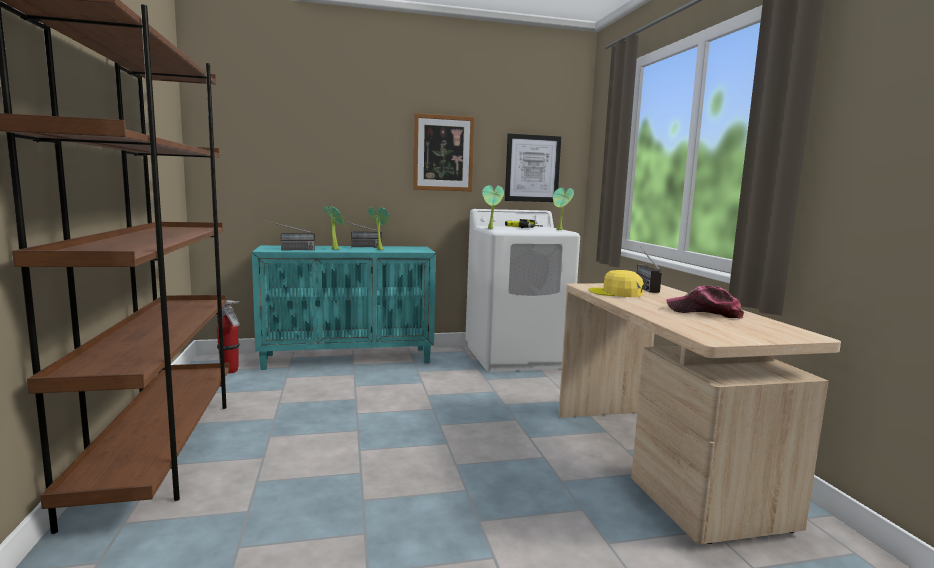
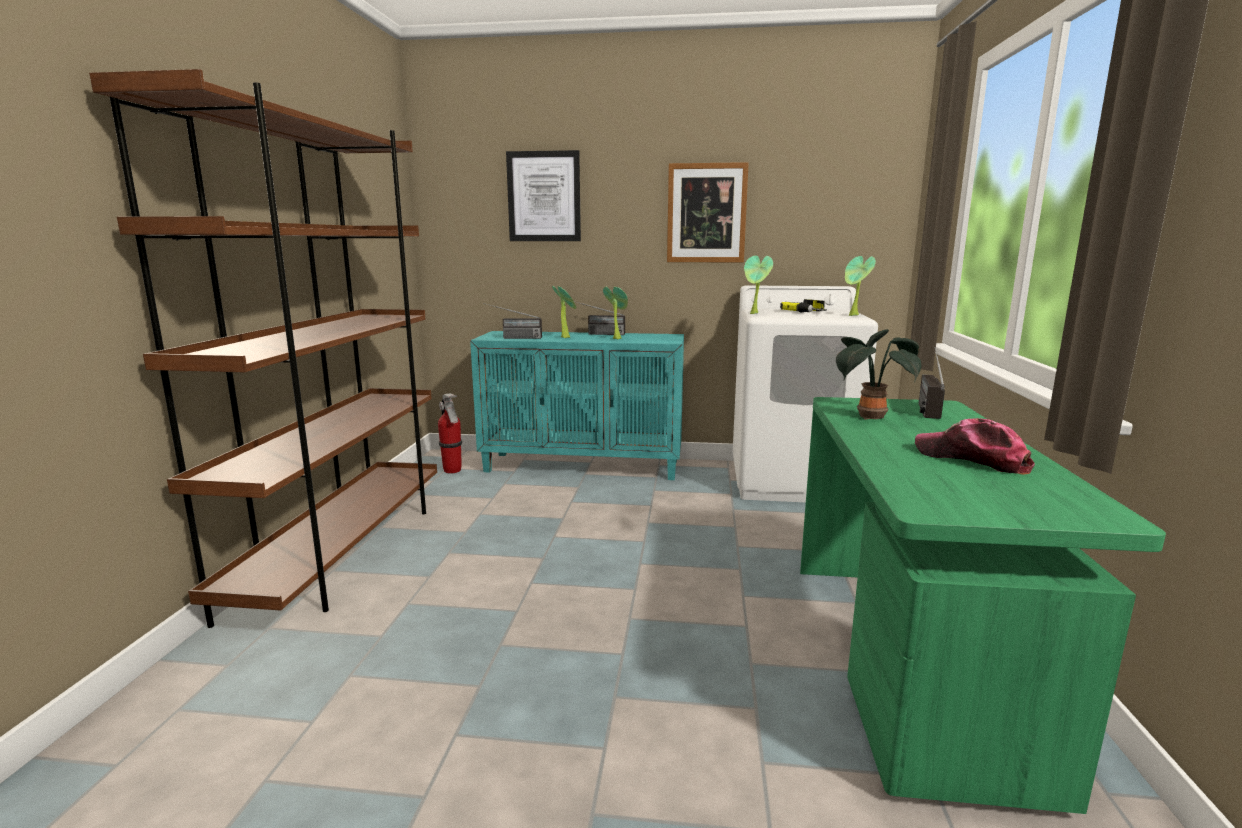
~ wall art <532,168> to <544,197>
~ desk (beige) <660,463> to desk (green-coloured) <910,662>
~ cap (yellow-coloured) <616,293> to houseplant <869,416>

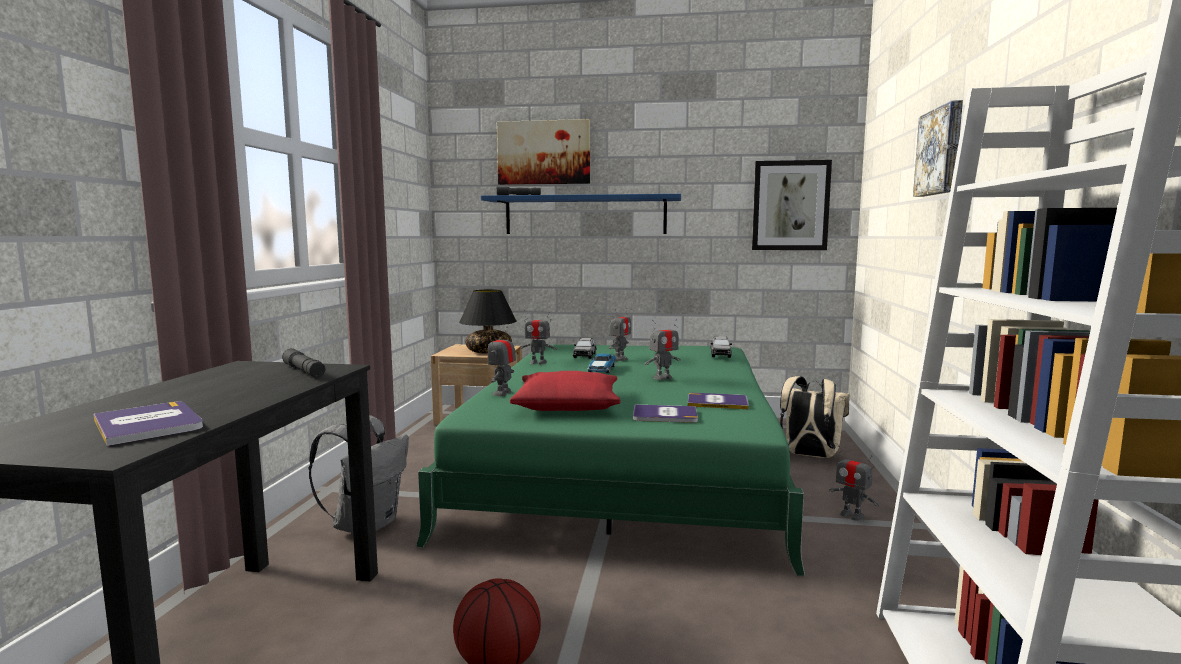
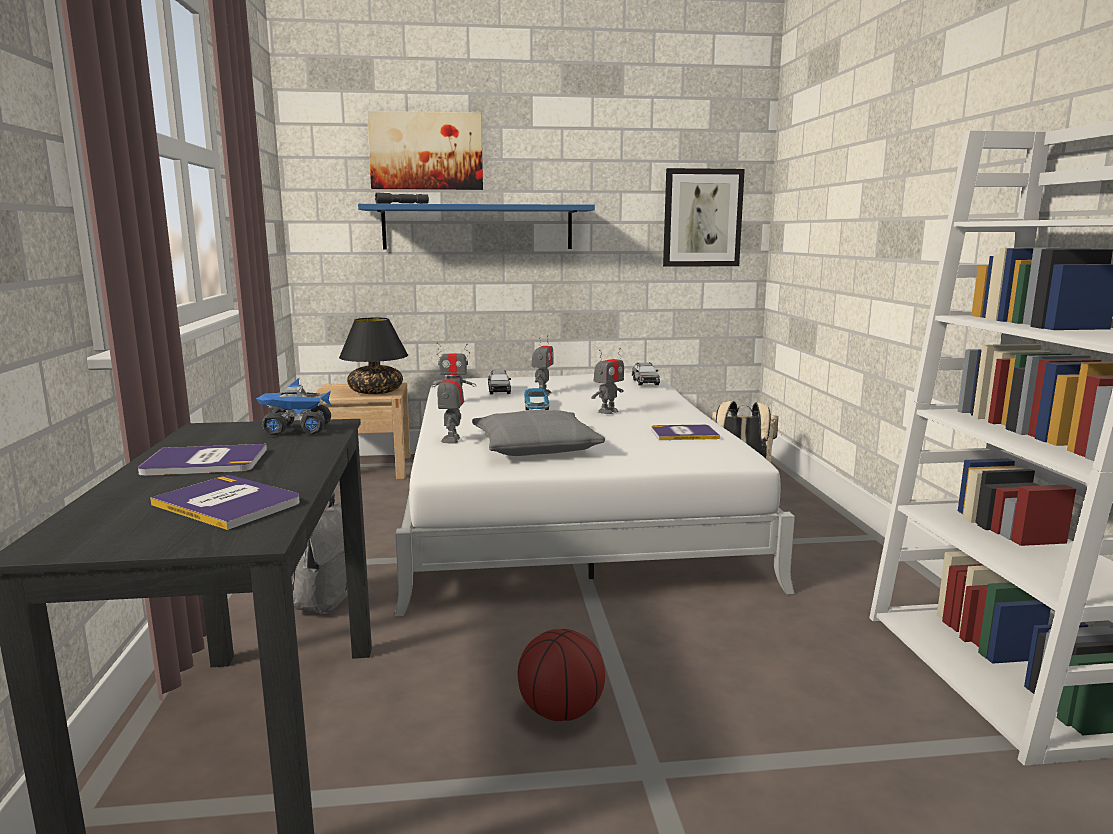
~ hand torch (gray) <304,371> to toy lorry <296,430>
~ bedroom bed (green-coloured) <625,466> to bedroom bed (white-coloured) <565,508>
~ pillow (red-coloured) <567,404> to pillow (gray) <535,446>
~ book <665,415> to <204,462>
- robot figure <851,515>
- wall art <941,151>

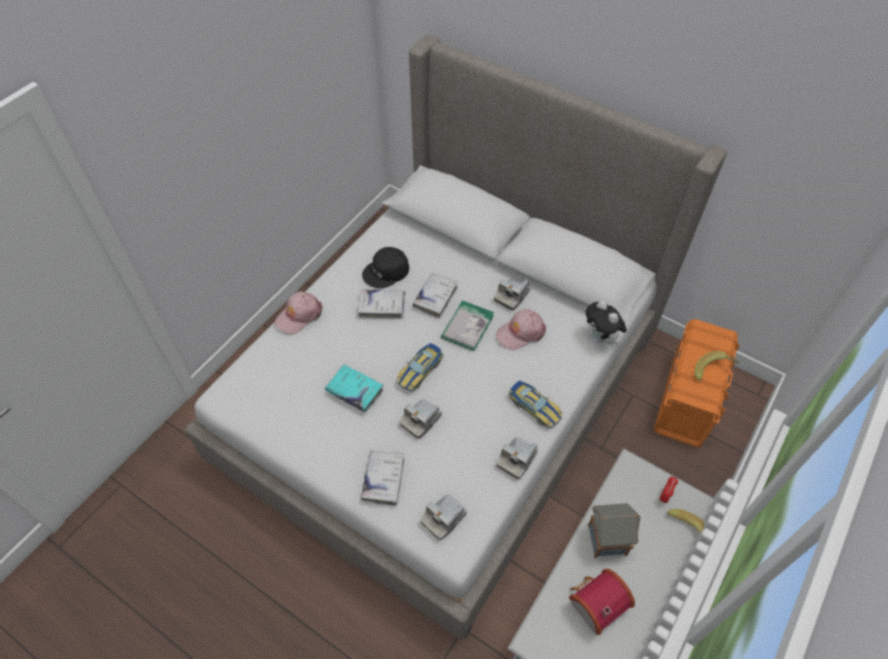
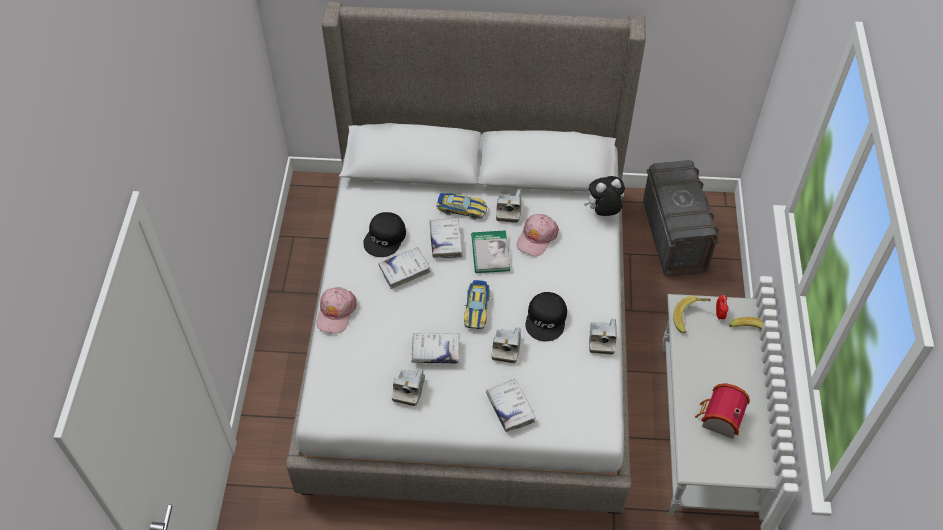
~ book (turquoise-coloured) <354,391> to book (white-coloured) <435,351>
~ photo camera <443,518> to <409,389>
~ toy car <534,407> to <462,209>
~ plush toy <601,338> = <603,212> 135 degrees clockwise
- miniature house <606,540>
~ storage bin (orange-coloured) <687,399> to storage bin (gray) <674,236>
~ banana <713,372> to <690,318>
+ cap (black) <547,319>

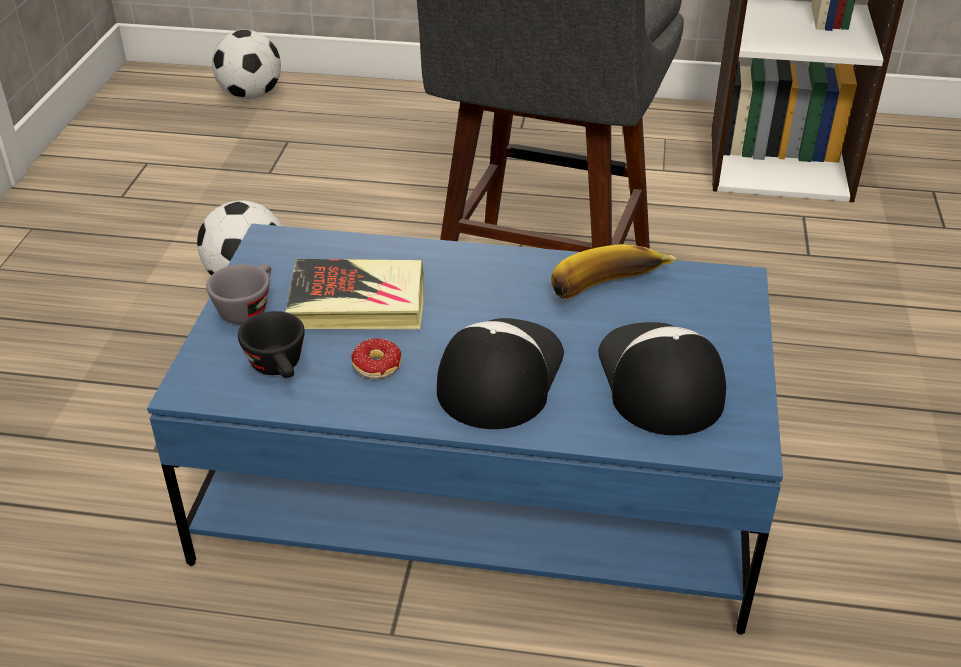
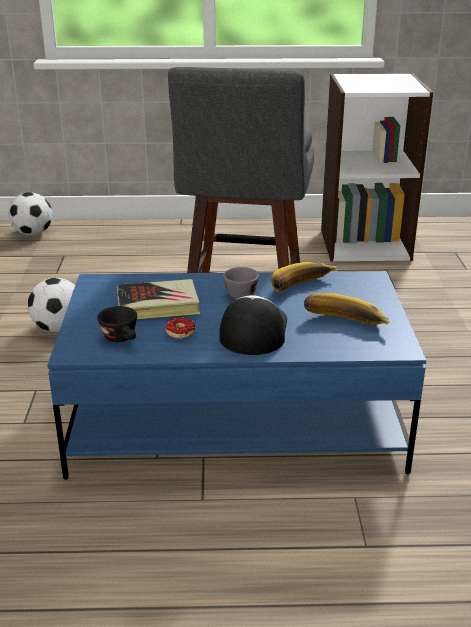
~ drinking cup (gray) <247,307> to <242,292>
~ cap <658,379> to banana <344,324>

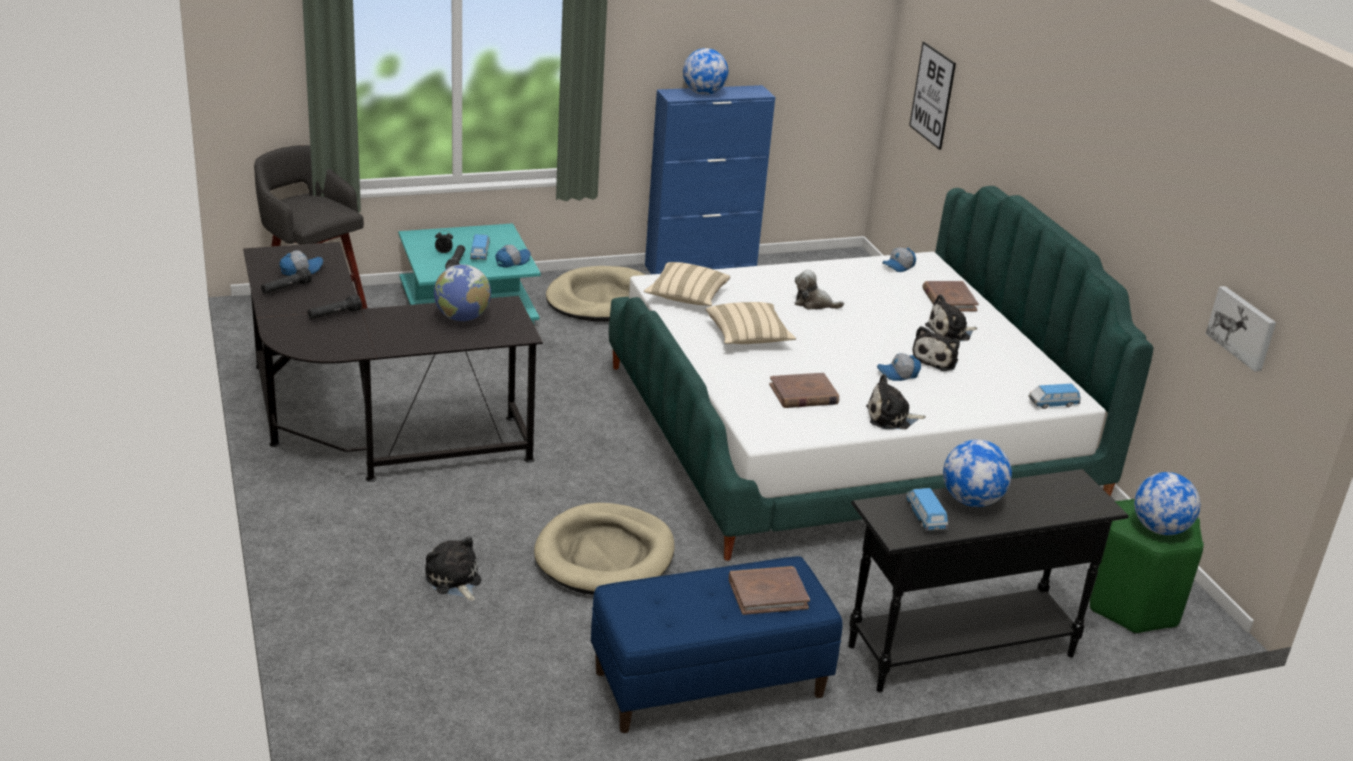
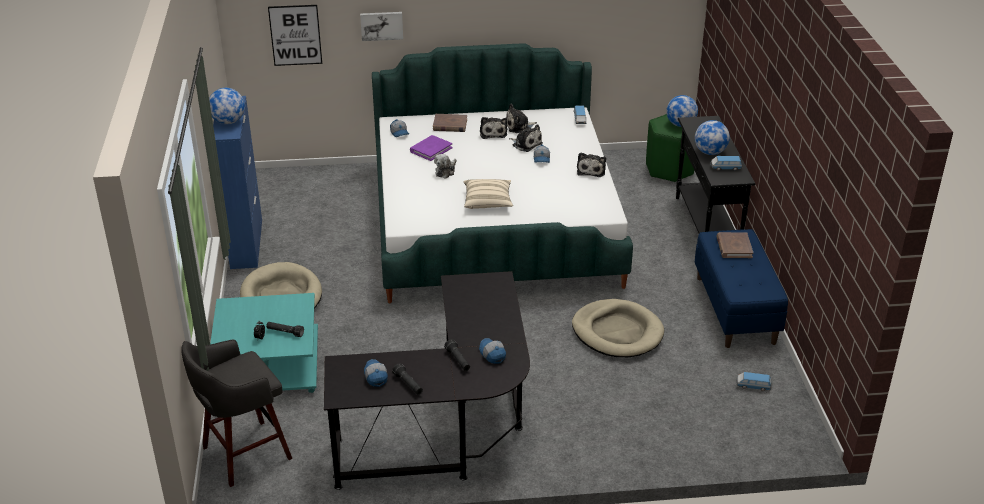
~ plush toy <454,580> to <519,126>
- globe <462,318>
~ toy car <480,253> to <753,386>
~ cap <512,261> to <492,354>
- pillow (beige) <686,297>
- book (brown) <803,394>
~ wall art <1243,328> to <381,25>
+ book (purplish) <431,150>

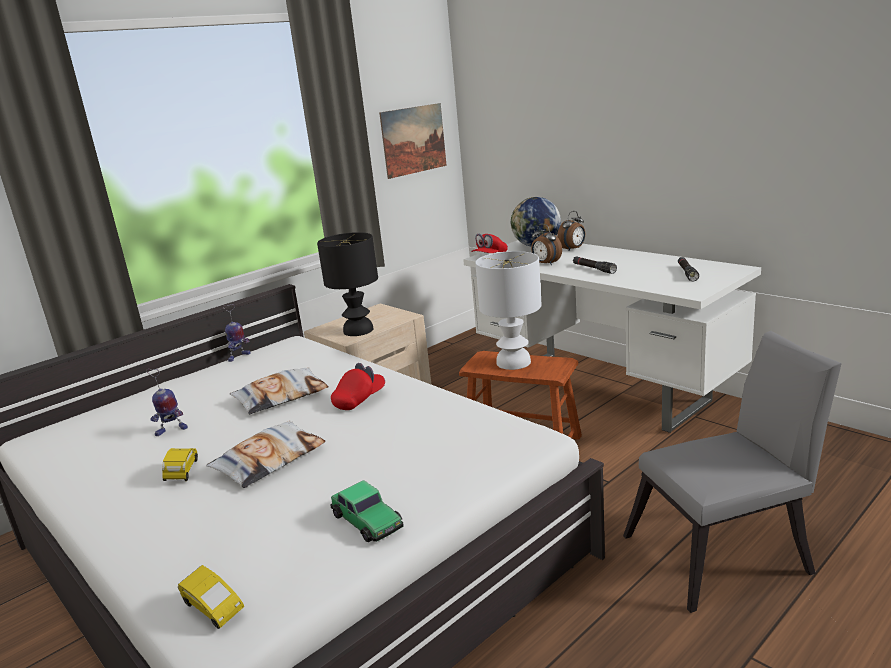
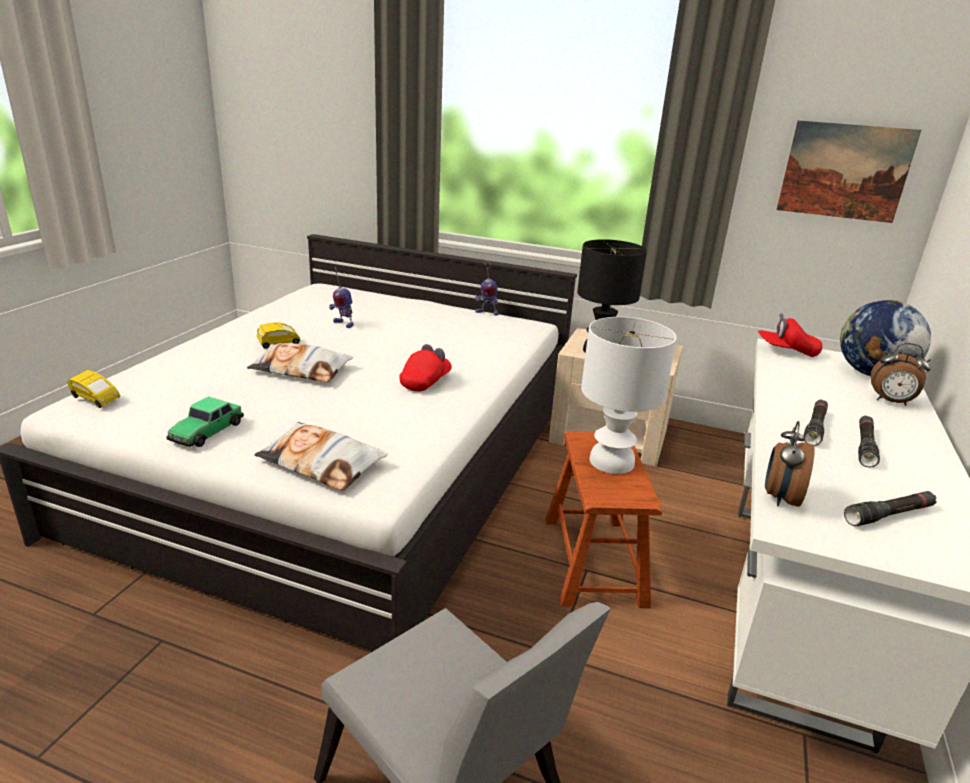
~ toy car (yellow-coloured) <212,609> = <95,399> 75 degrees counterclockwise
~ pillow <281,397> to <321,463>
~ cap (red-coloured) <359,399> = <425,381> 75 degrees counterclockwise
~ bedside clock <545,264> to <780,498>
+ hand torch (black) <865,446>

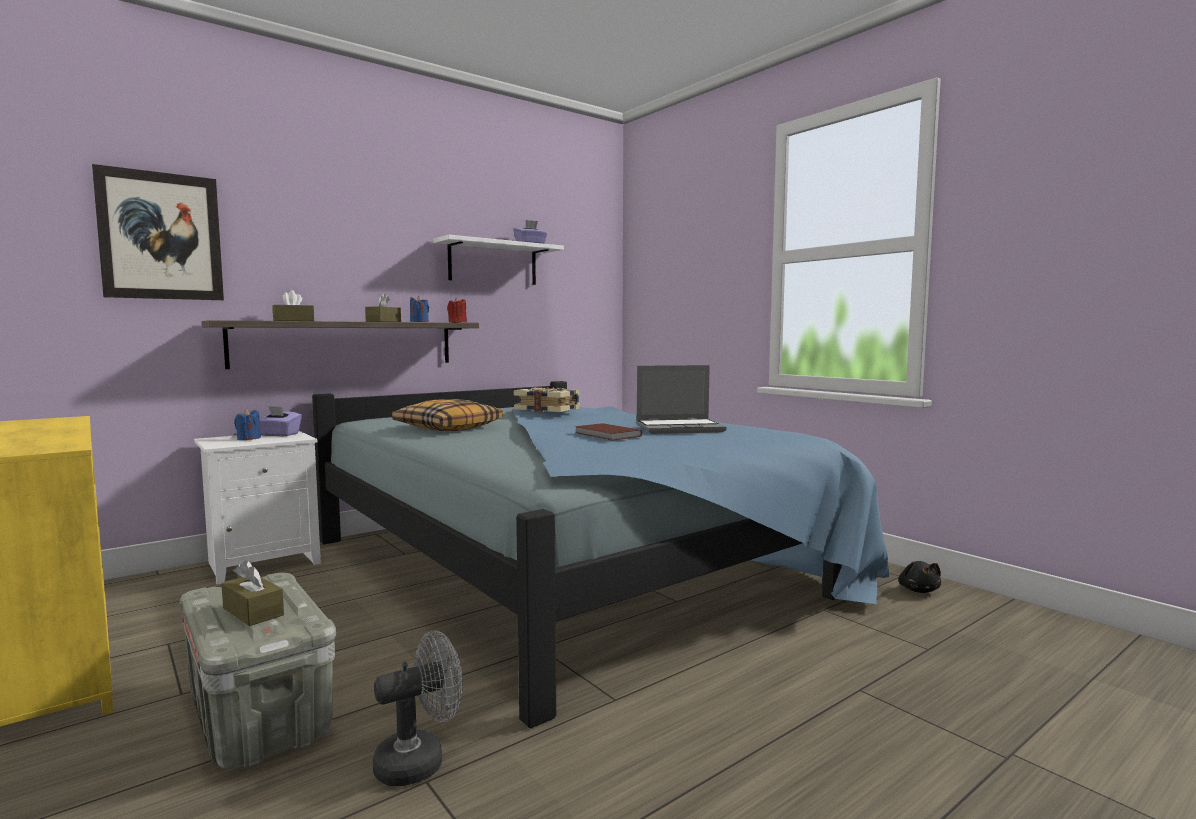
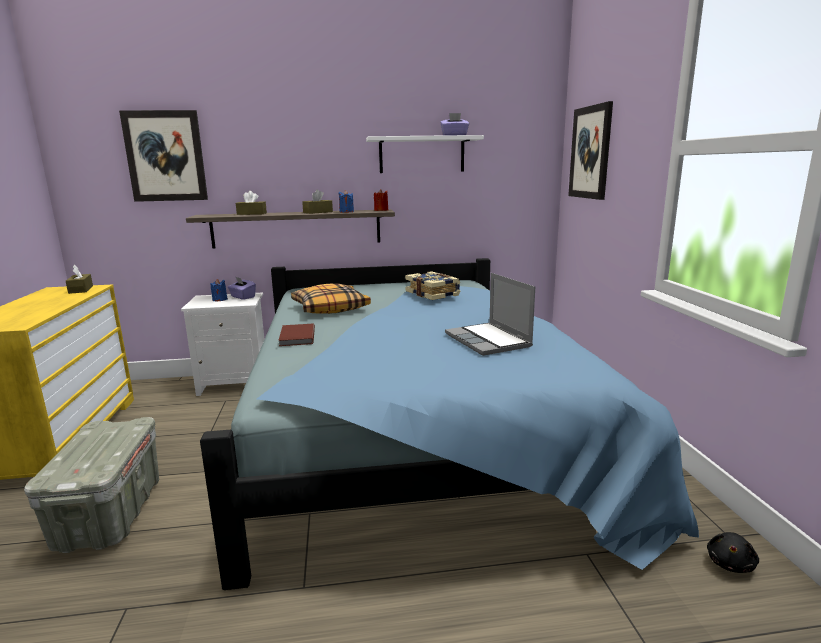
~ box of tissues (brown) <253,612> to <81,289>
- electric fan (gray) <420,761>
~ book (brown) <607,435> to <296,337>
~ portable computer <680,428> = <489,341> 45 degrees clockwise
+ wall art <590,152>

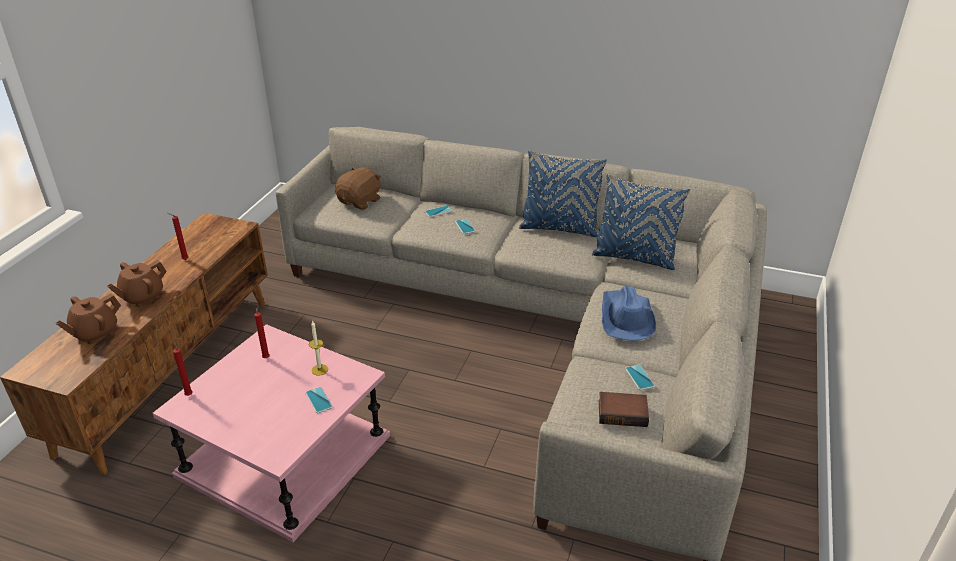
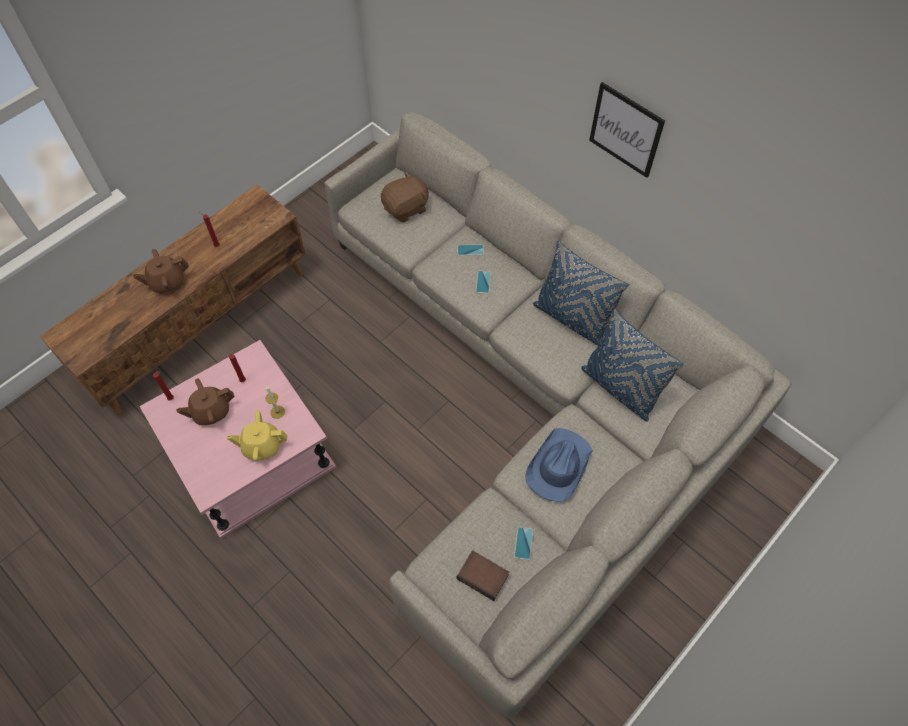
~ teapot (brown) <95,333> to <211,412>
~ handset <319,400> to teapot (yellow-coloured) <262,446>
+ wall art <625,130>

